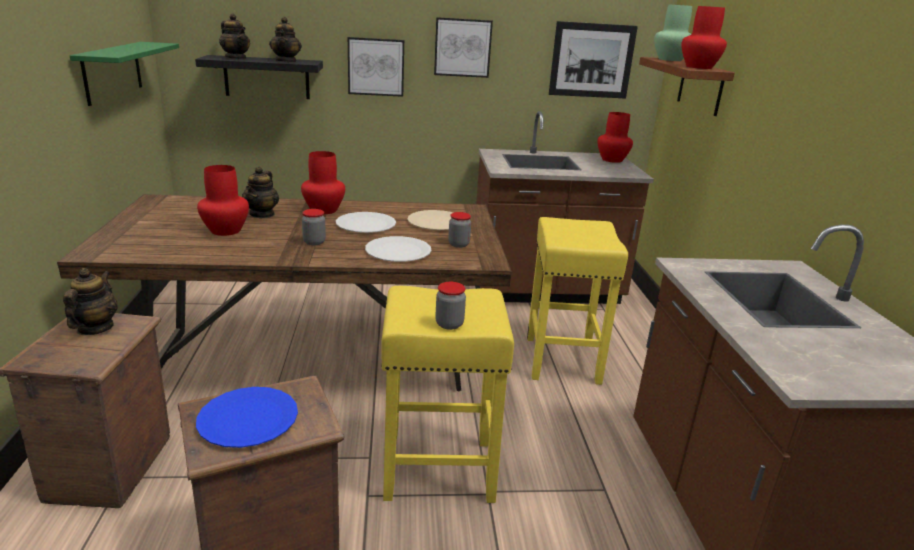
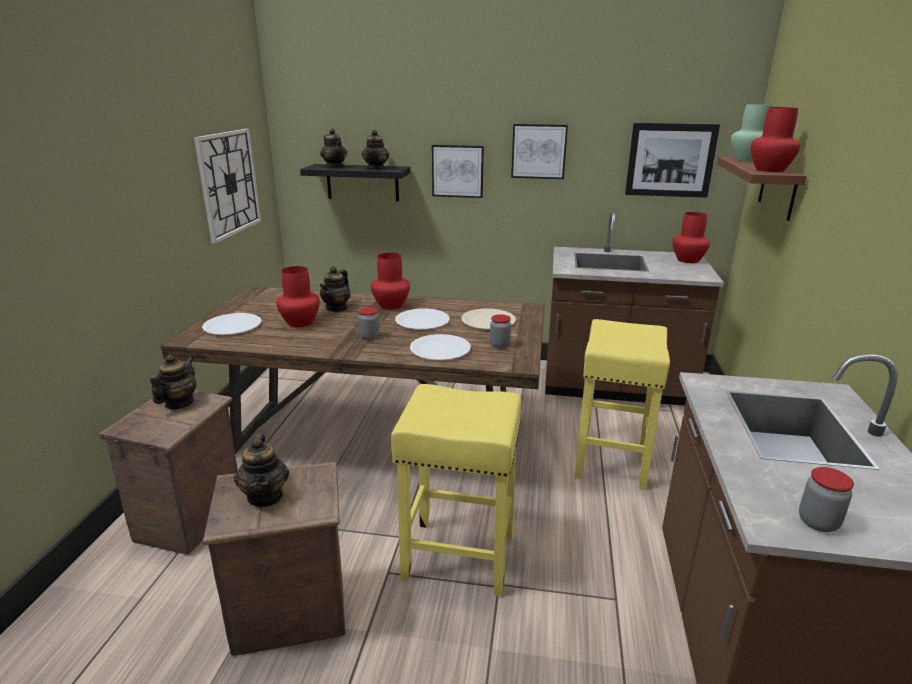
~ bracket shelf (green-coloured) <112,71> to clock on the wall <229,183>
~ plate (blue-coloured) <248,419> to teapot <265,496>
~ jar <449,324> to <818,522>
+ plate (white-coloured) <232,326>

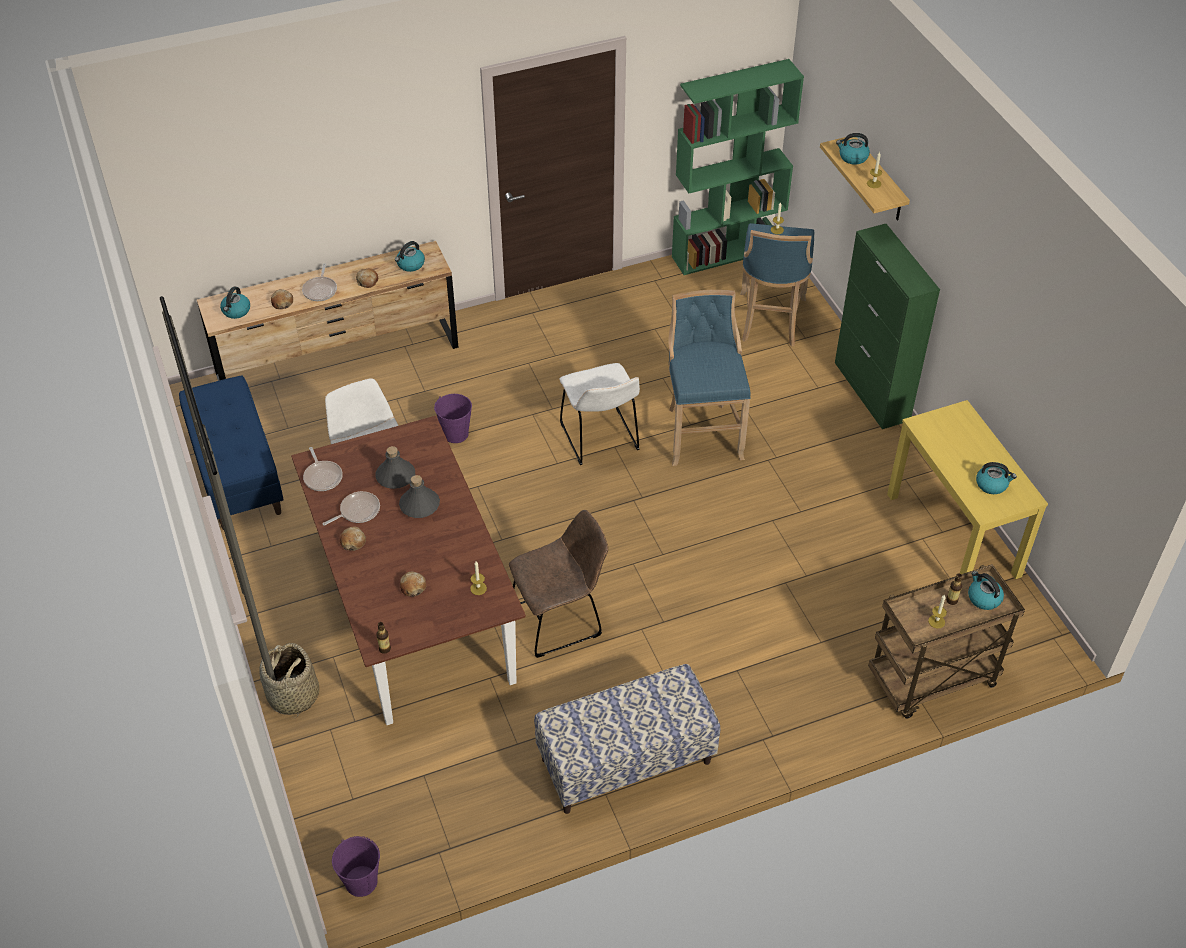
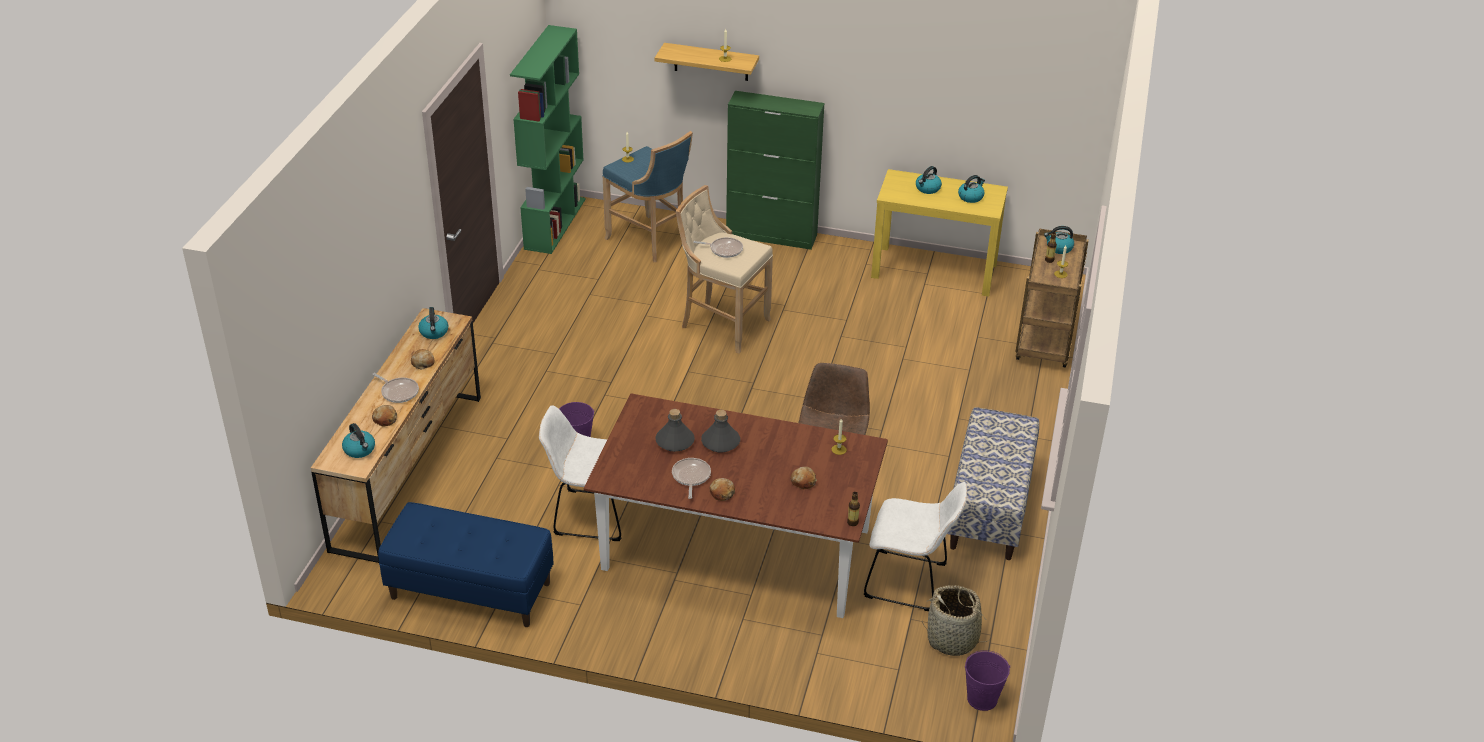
~ storage basket <293,696> to <953,639>
~ frying pan <322,476> to <724,250>
~ upright chair (white-coloured) <600,440> to <910,582>
~ stool (blue-coloured) <702,432> to stool (beige) <722,325>
~ kettle <852,157> to <927,189>

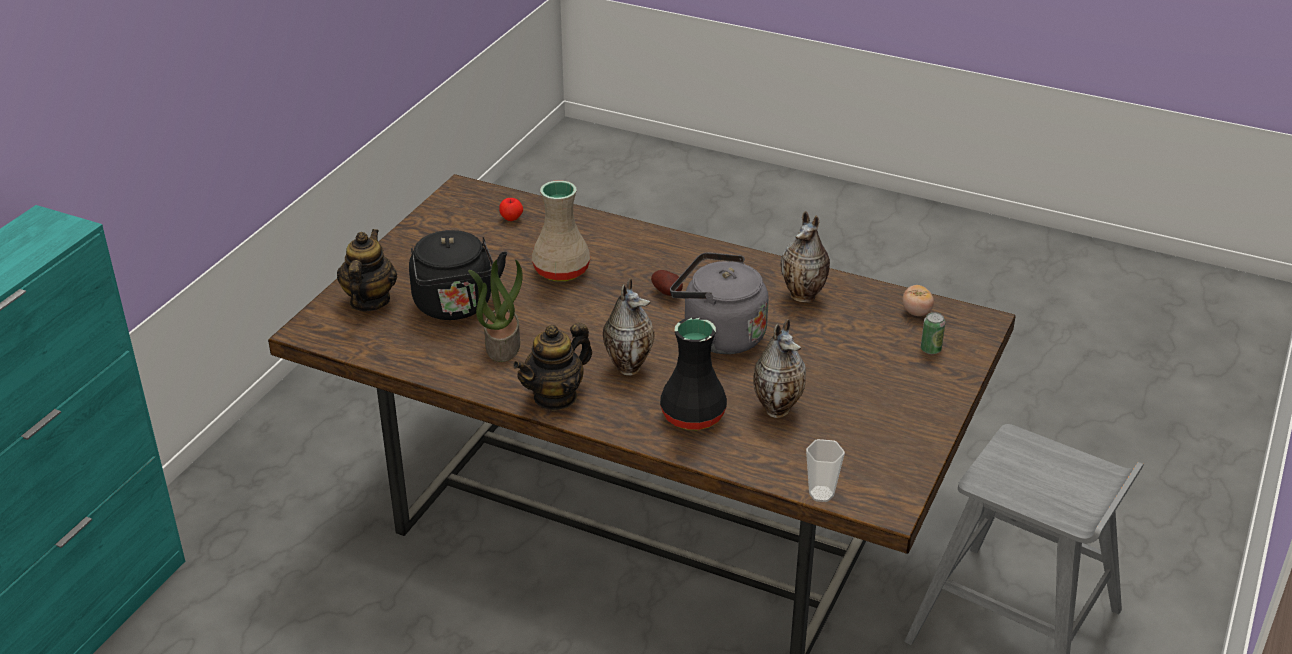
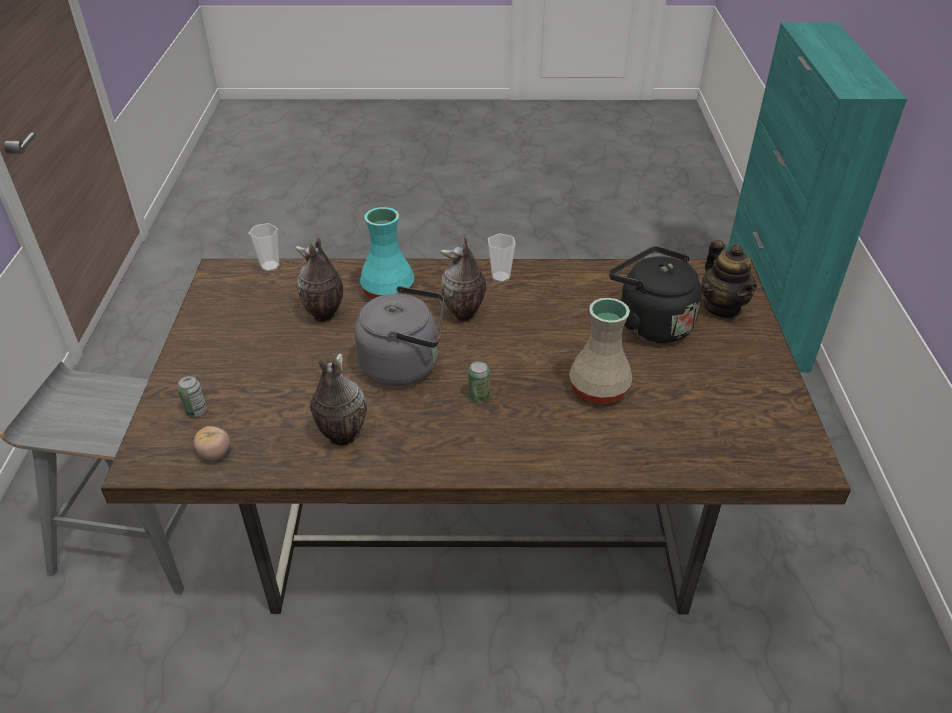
- houseplant <502,345>
- apple fruit <511,218>
~ teapot <555,396> to drinking cup <500,277>
~ spud <668,293> to sealed can <479,396>
~ decorative vase (black) <694,416> to decorative vase (turquoise-coloured) <386,292>

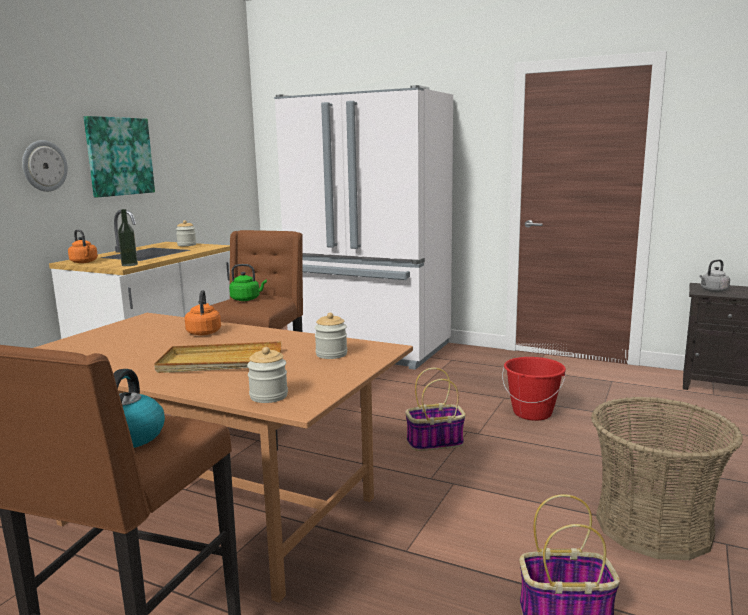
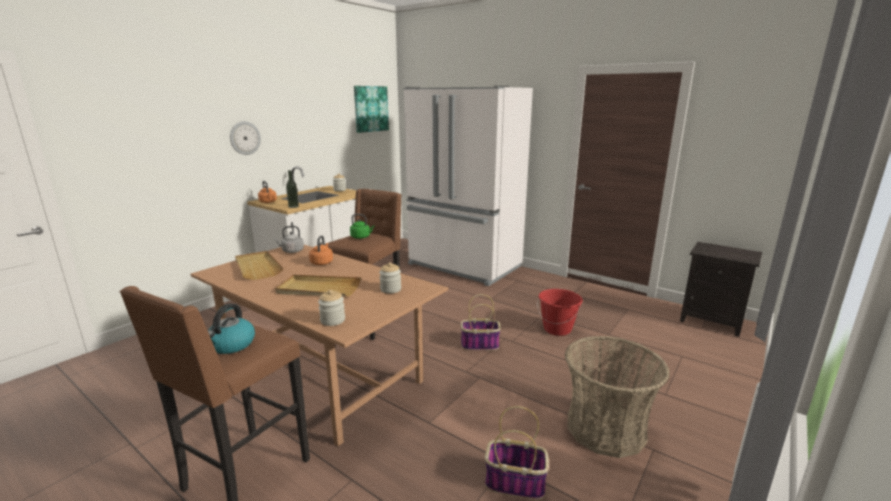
~ wall art <119,156> to <370,109>
~ kettle (gray) <713,291> to <291,251>
+ carrying tray (beige) <257,267>

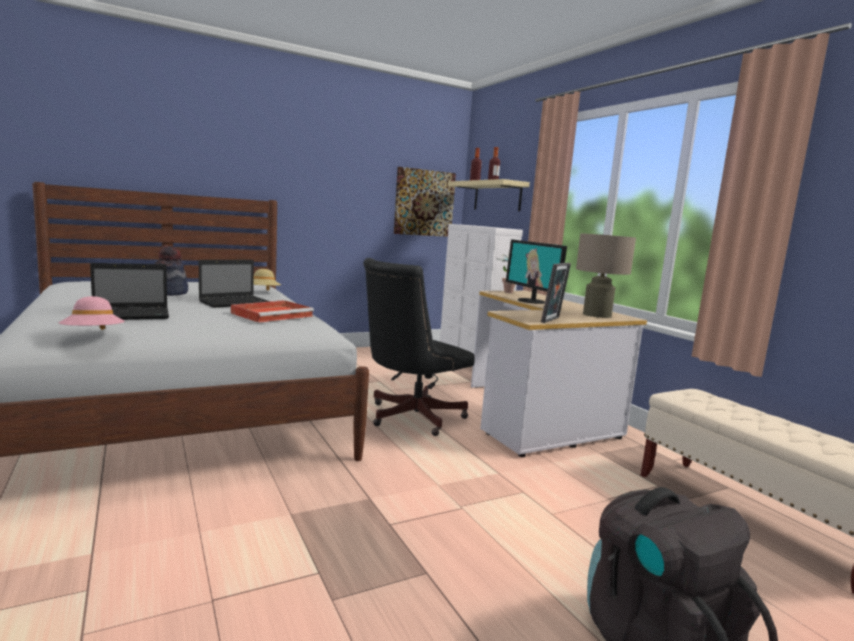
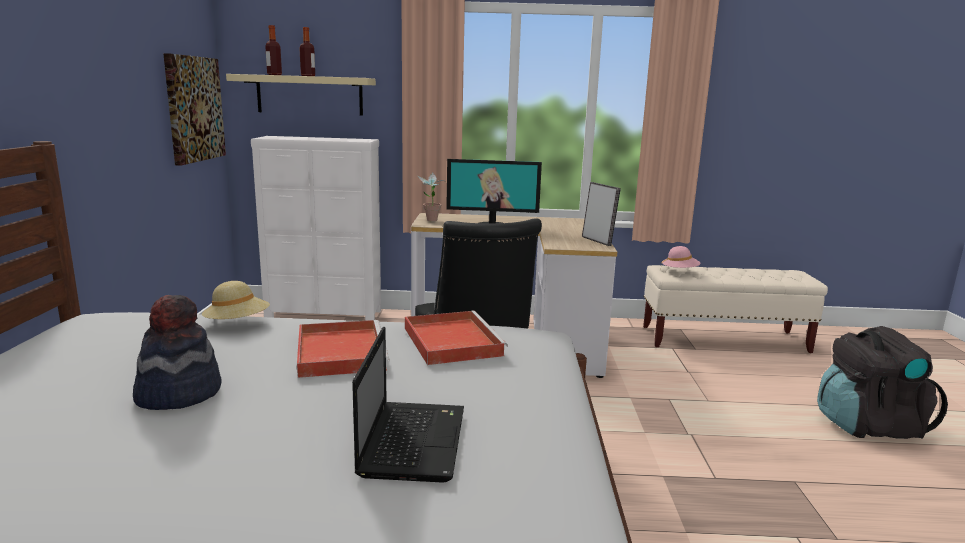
~ clothing hat (pink) <93,336> to <679,271>
~ portable computer <235,303> to carrying tray (red-coloured) <340,352>
- lamp for a table (beige) <597,315>

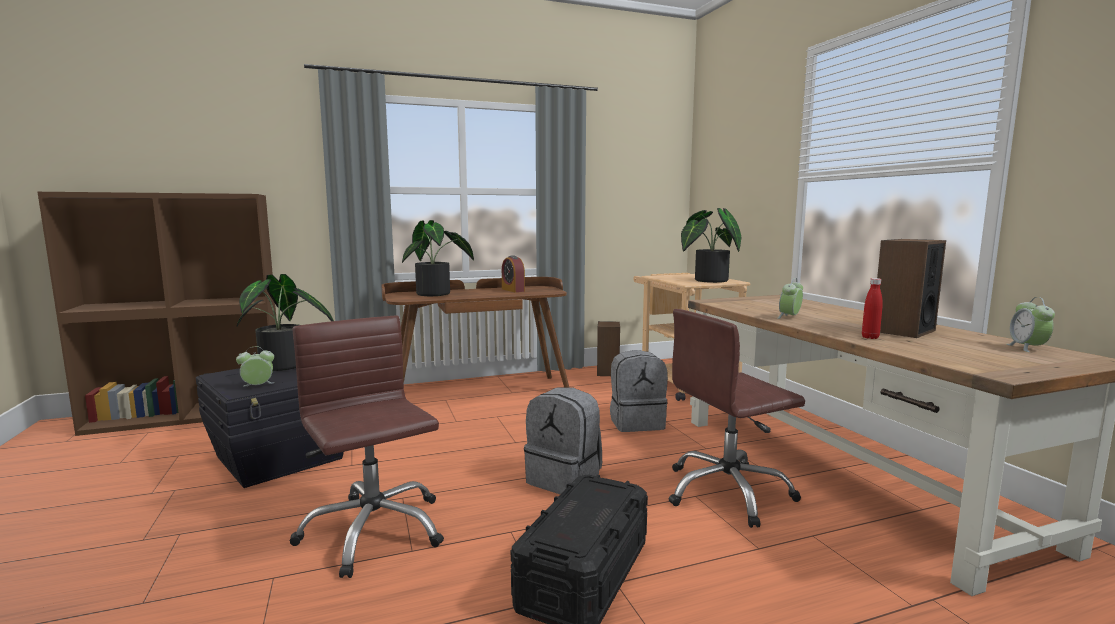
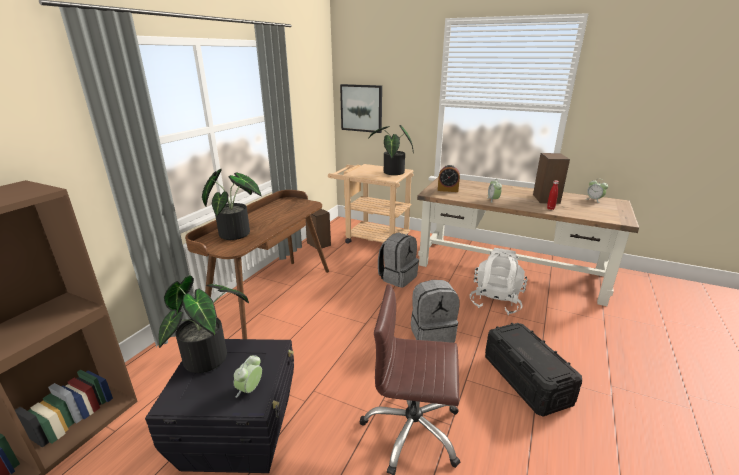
~ bedside clock <513,290> to <448,190>
~ office chair (brown) <728,492> to backpack (white-coloured) <495,301>
+ wall art <361,108>

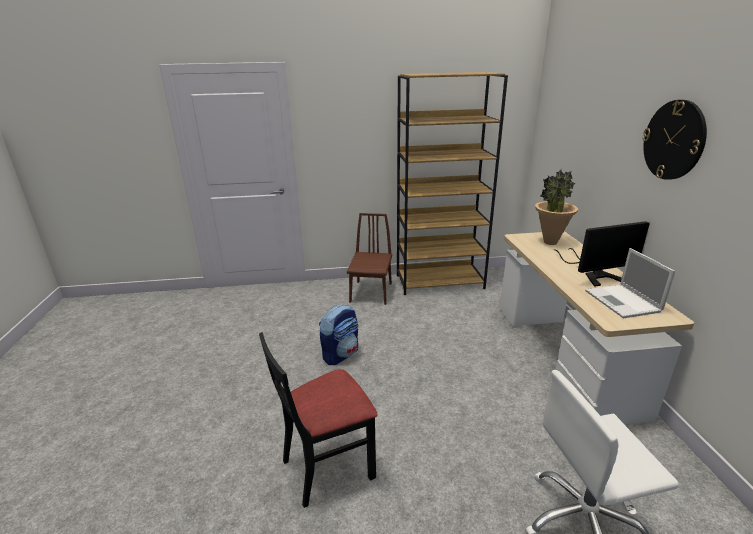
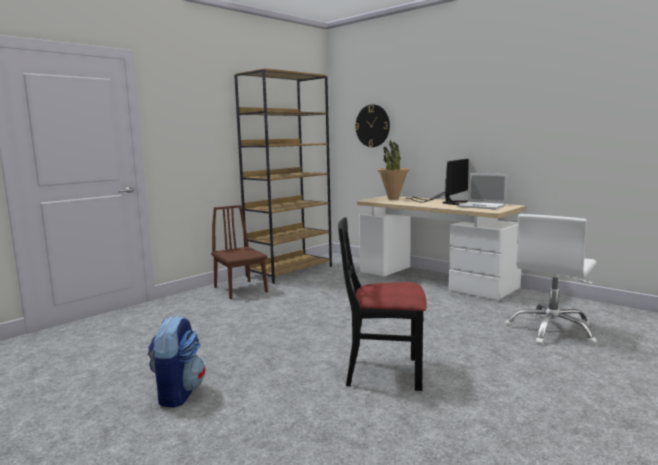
~ upright chair (black) <327,466> = <383,372> 75 degrees clockwise
~ backpack <341,354> to <178,393>
~ clock on the wall <674,140> to <372,126>

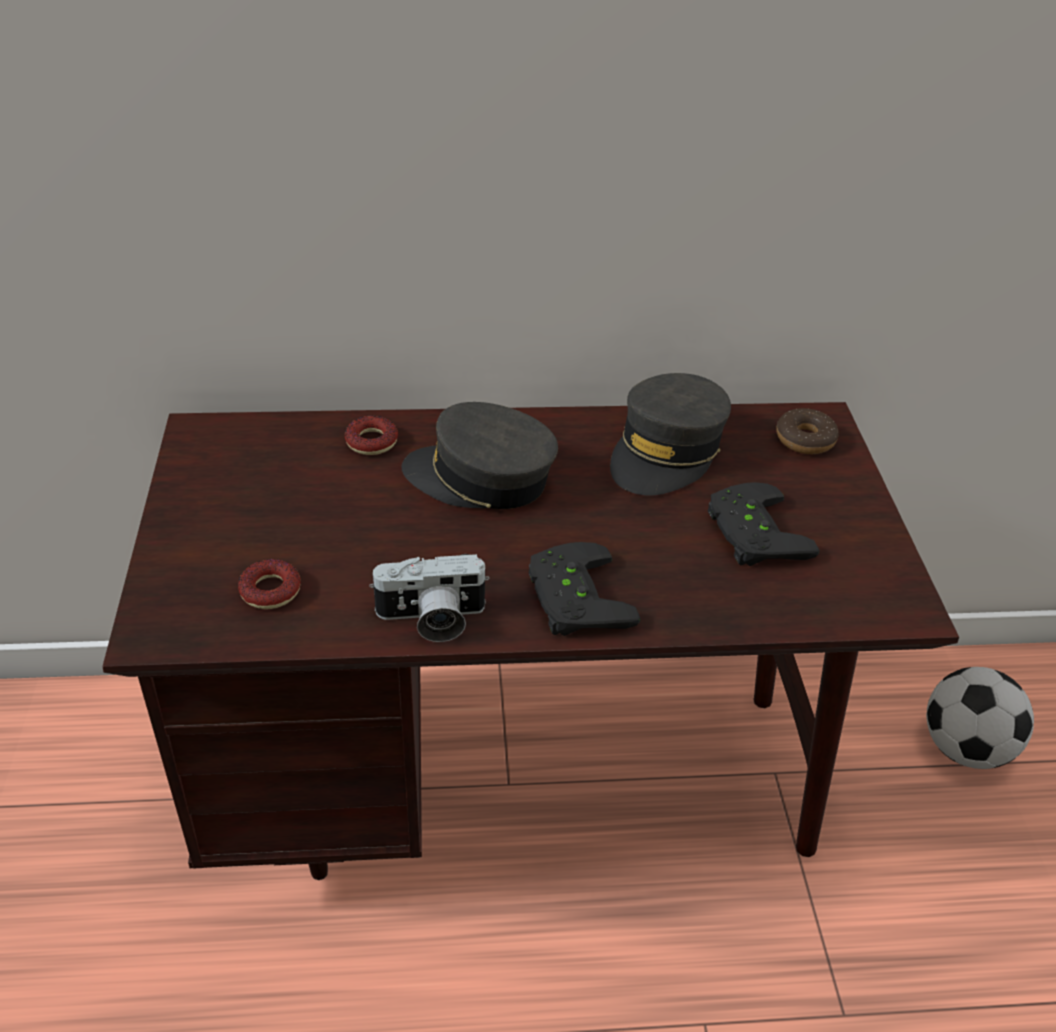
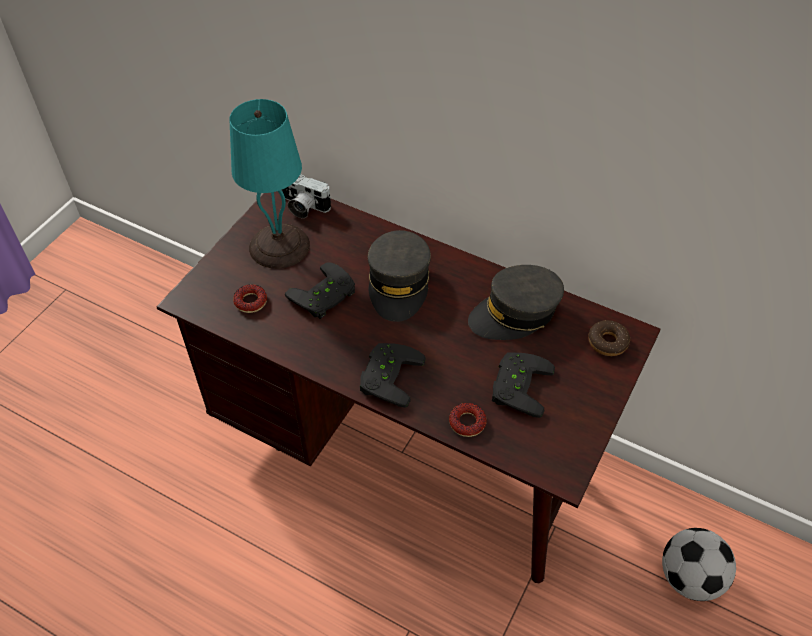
~ doughnut <371,441> to <467,422>
~ photo camera <431,619> to <303,206>
~ cap (gray) <480,478> = <399,284> 135 degrees counterclockwise
+ lamp for a table (turquoise-coloured) <281,246>
+ game controller (black) <325,296>

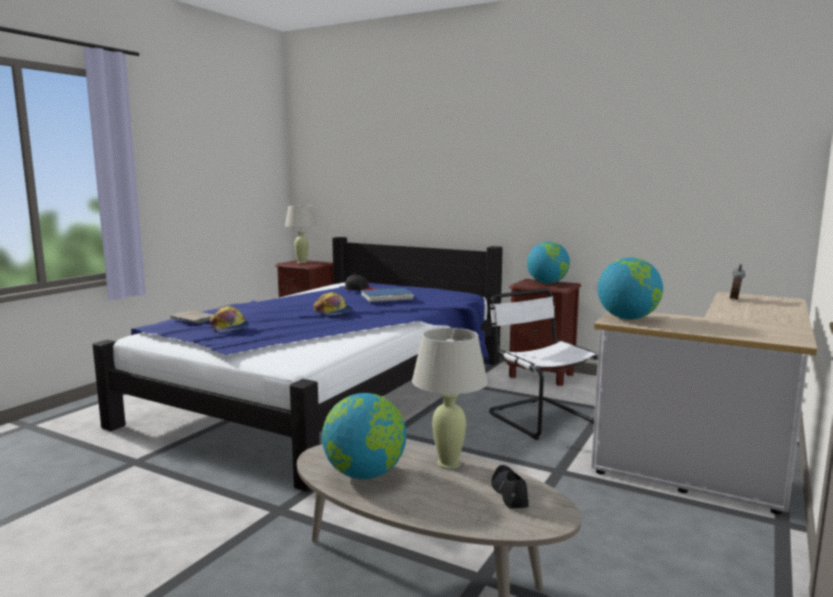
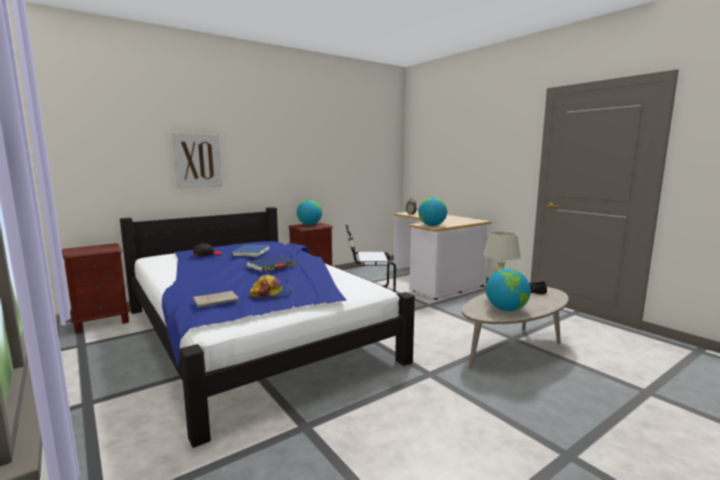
- lamp for a table (beige) <302,262>
~ cap <333,311> to book (blue-coloured) <271,266>
+ wall art <197,160>

